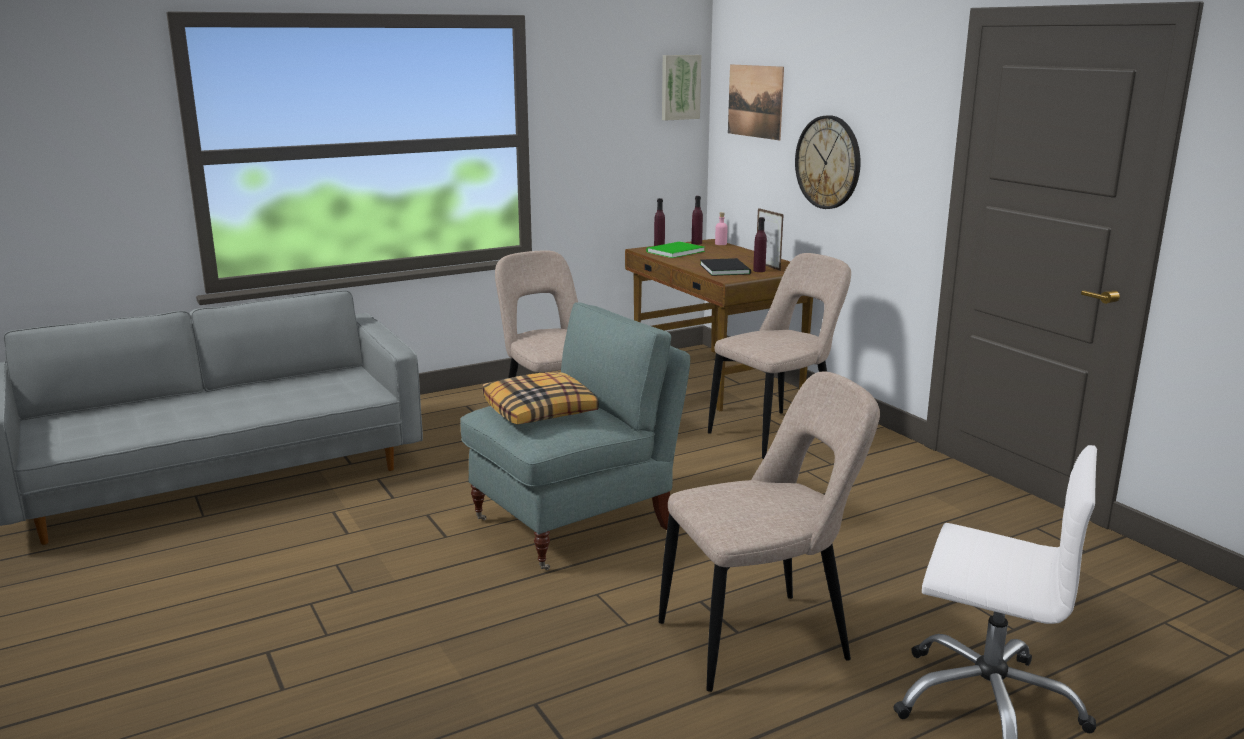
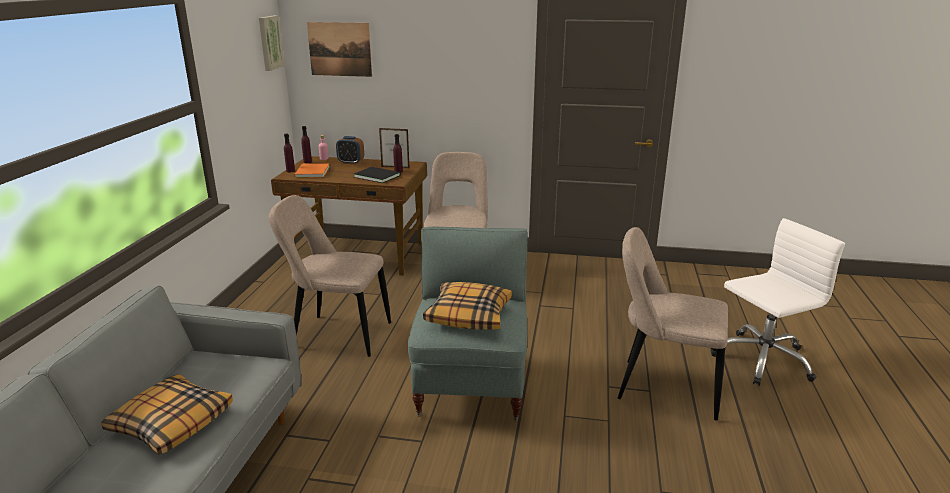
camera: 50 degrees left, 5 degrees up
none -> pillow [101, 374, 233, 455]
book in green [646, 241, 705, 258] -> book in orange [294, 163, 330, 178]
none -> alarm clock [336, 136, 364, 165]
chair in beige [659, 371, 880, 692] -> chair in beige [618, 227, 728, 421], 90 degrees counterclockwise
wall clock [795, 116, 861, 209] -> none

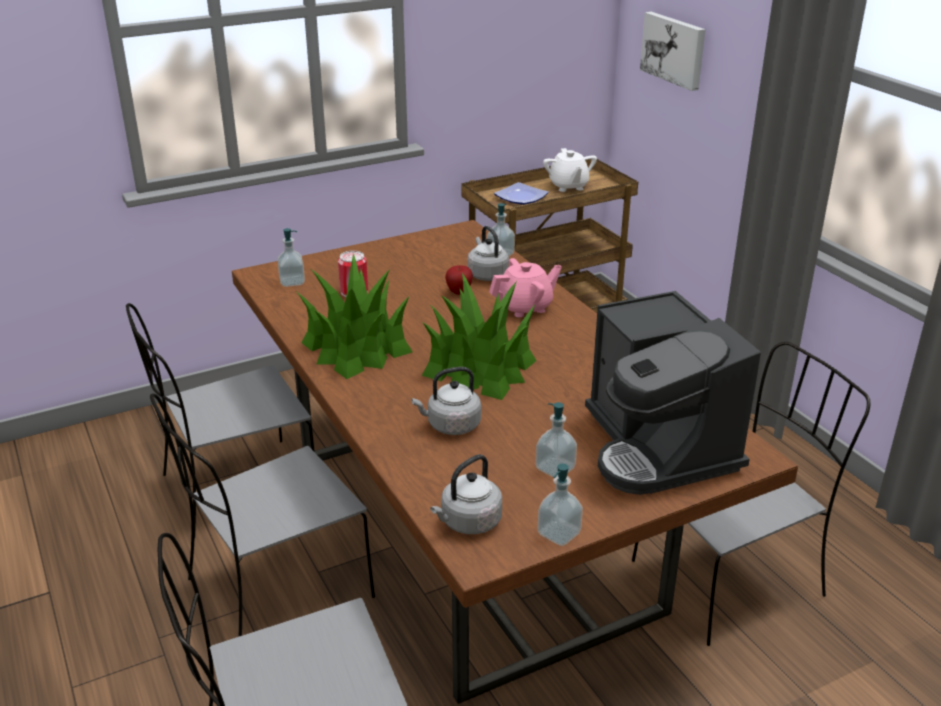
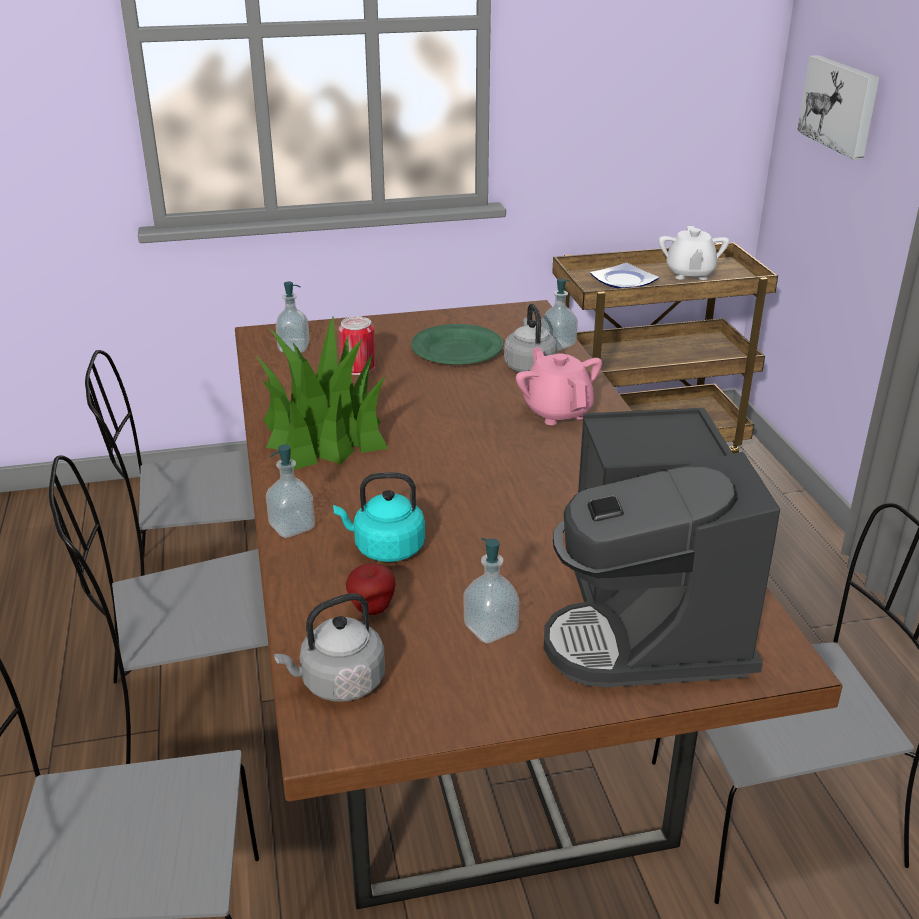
camera: 15 degrees right, 0 degrees up
soap dispenser [537, 464, 583, 546] -> soap dispenser [266, 444, 315, 538], moved
kettle in grey [411, 367, 481, 435] -> kettle in turquoise [333, 472, 425, 562]
apple [445, 265, 473, 295] -> apple [346, 563, 396, 615], moved
none -> plate in green [411, 324, 503, 364]
teapot in pink [489, 258, 562, 317] -> teapot in pink [516, 347, 602, 425], 105 degrees counterclockwise
potted plant [422, 273, 537, 400] -> none

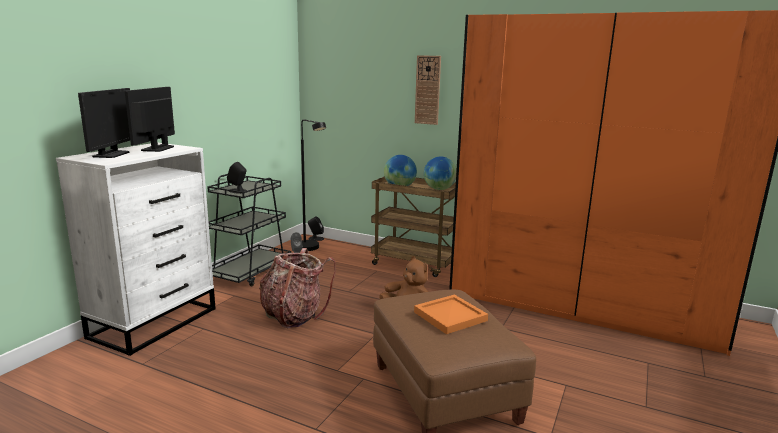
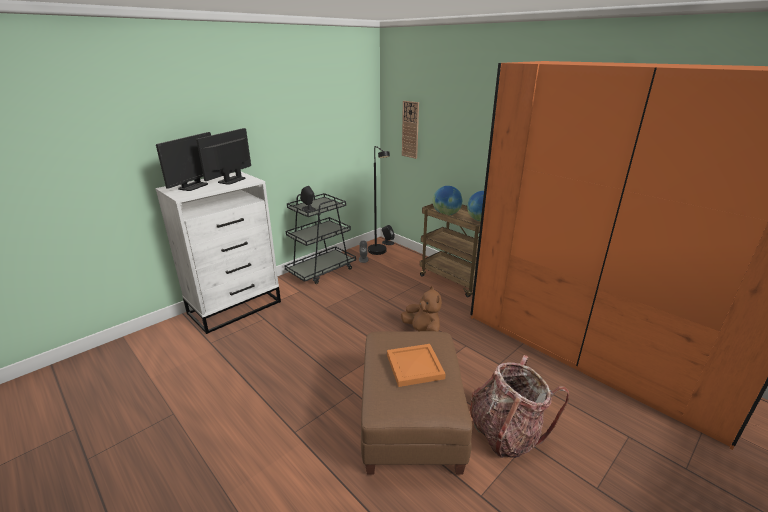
camera: 20 degrees right, 10 degrees up
wall clock [415, 55, 441, 125] -> wall clock [402, 101, 419, 159], moved
backpack [259, 248, 336, 328] -> backpack [470, 355, 569, 458], moved

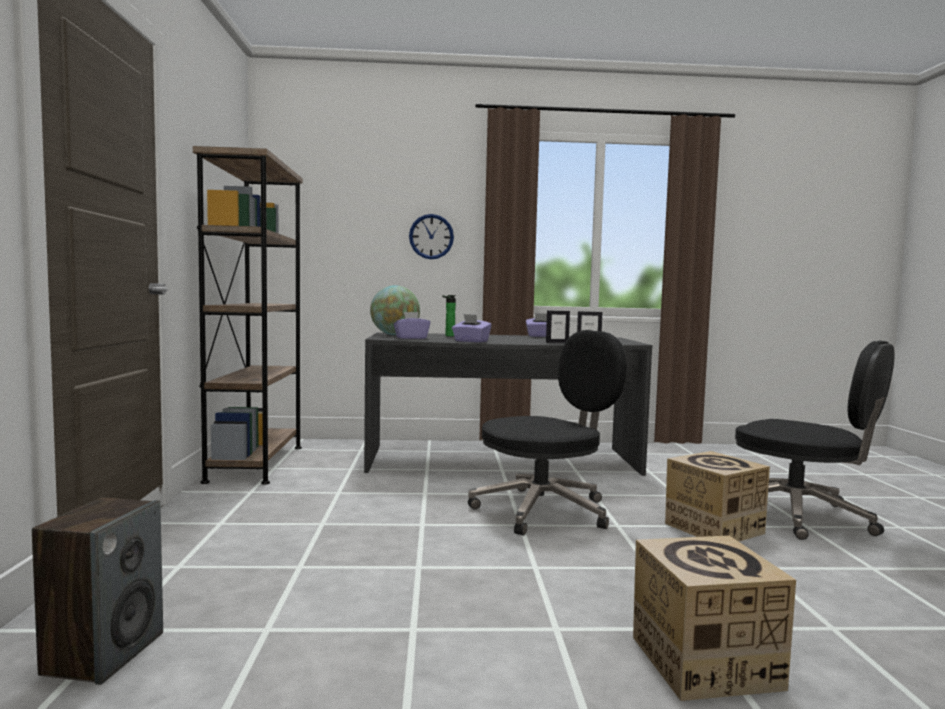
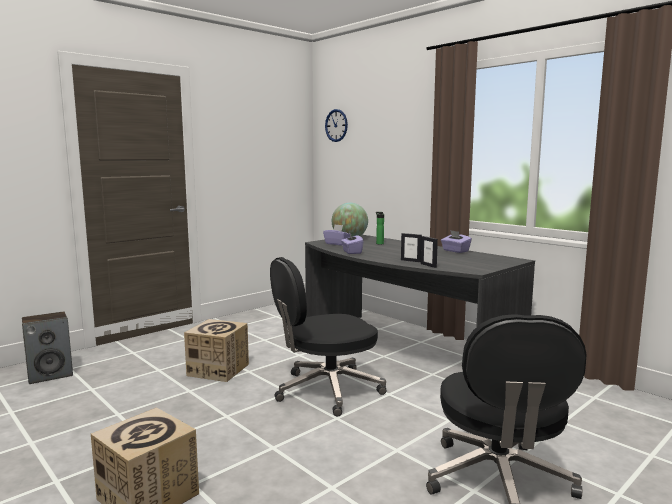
camera: 50 degrees right, 5 degrees up
cardboard box [665, 451, 770, 542] -> cardboard box [184, 319, 249, 382], moved
office chair in black [468, 330, 627, 536] -> office chair in black [270, 257, 387, 417], 135 degrees clockwise
wall clock [409, 214, 454, 259] -> wall clock [325, 109, 348, 142], moved
bookcase in brown [193, 146, 303, 485] -> none

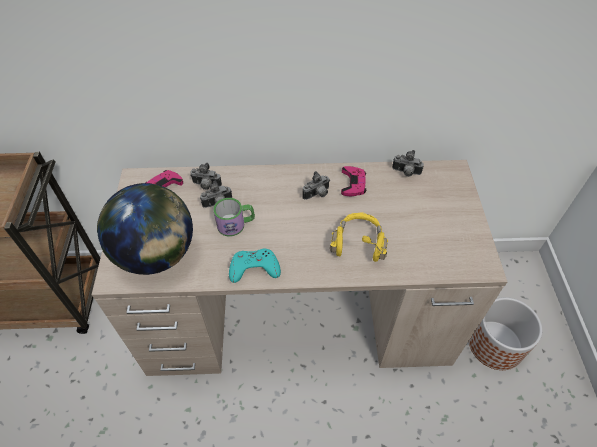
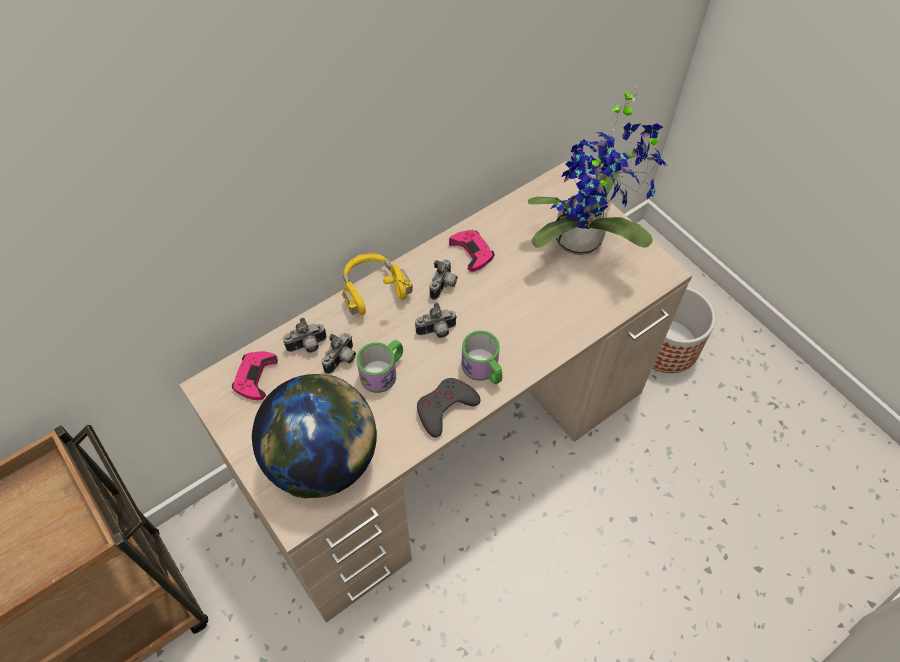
camera: 35 degrees left, 5 degrees up
headphones in yellow [330, 212, 388, 262] -> headphones in yellow [342, 253, 413, 315], moved
photo camera [392, 150, 424, 177] -> photo camera [415, 303, 457, 338], moved
game controller in turquoise [229, 249, 281, 283] -> game controller in grey [417, 378, 481, 438]
none -> mug [462, 331, 502, 384]
none -> potted plant [528, 84, 667, 255]

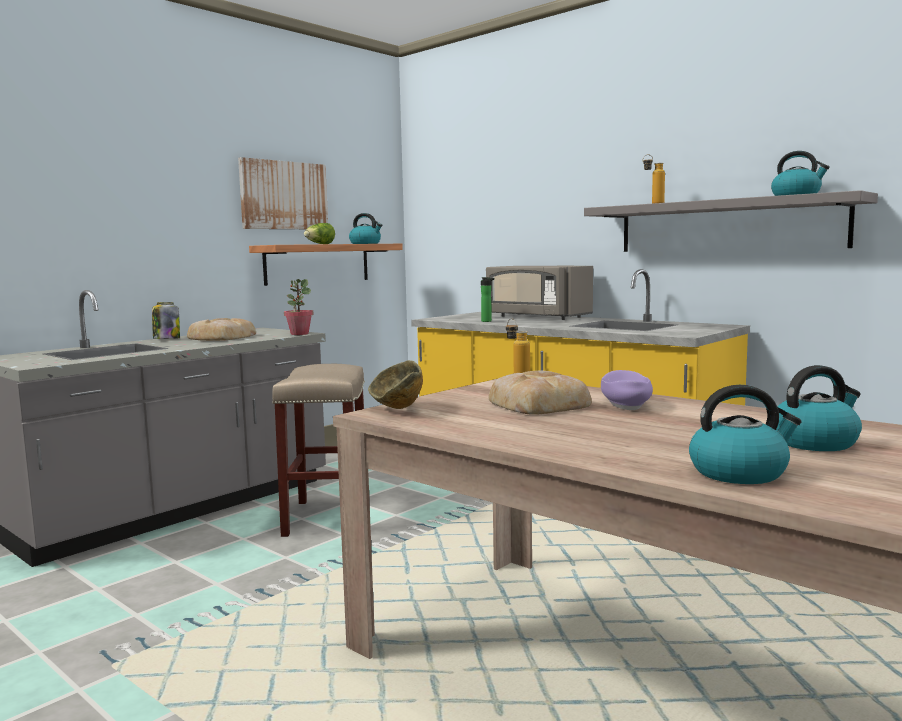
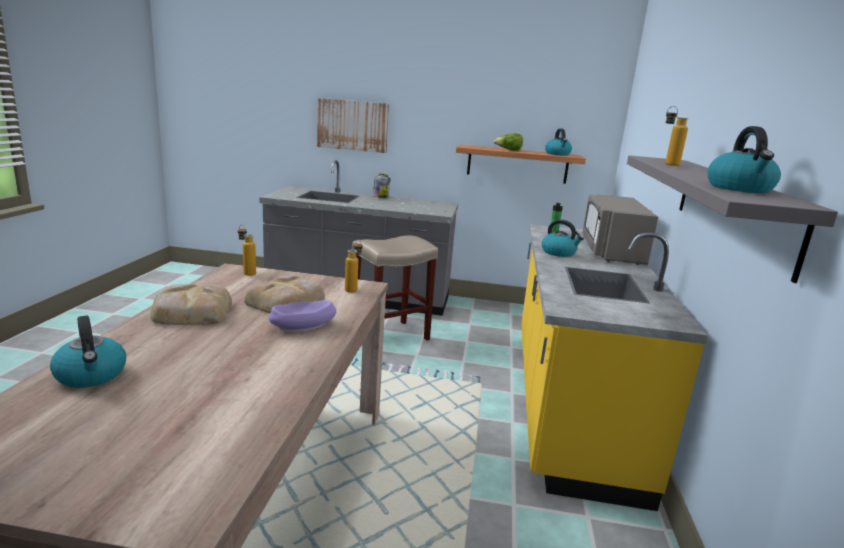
camera: 55 degrees right, 10 degrees up
bread [187, 318, 256, 341] -> bread [150, 284, 232, 325], moved
bowl [368, 360, 423, 409] -> bottle [238, 224, 256, 276]
picture [238, 157, 328, 229] -> picture [317, 98, 389, 153], moved
kettle [774, 365, 862, 451] -> kettle [542, 220, 584, 257], moved
potted plant [284, 279, 313, 335] -> none

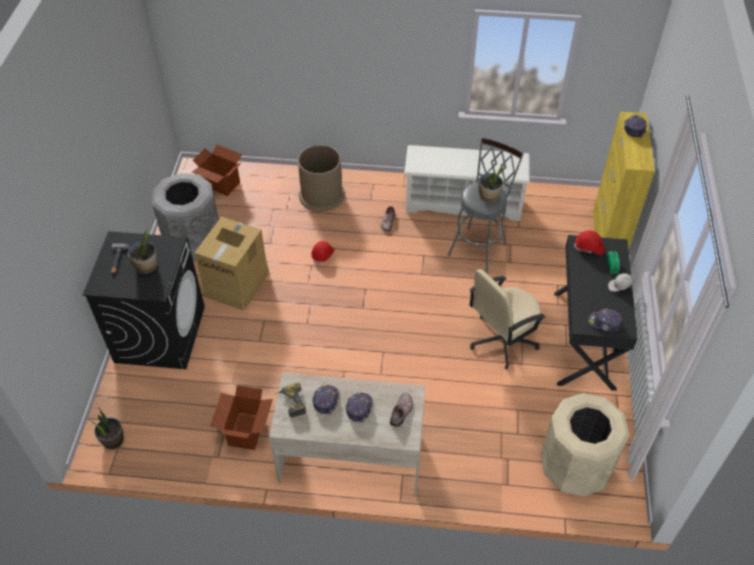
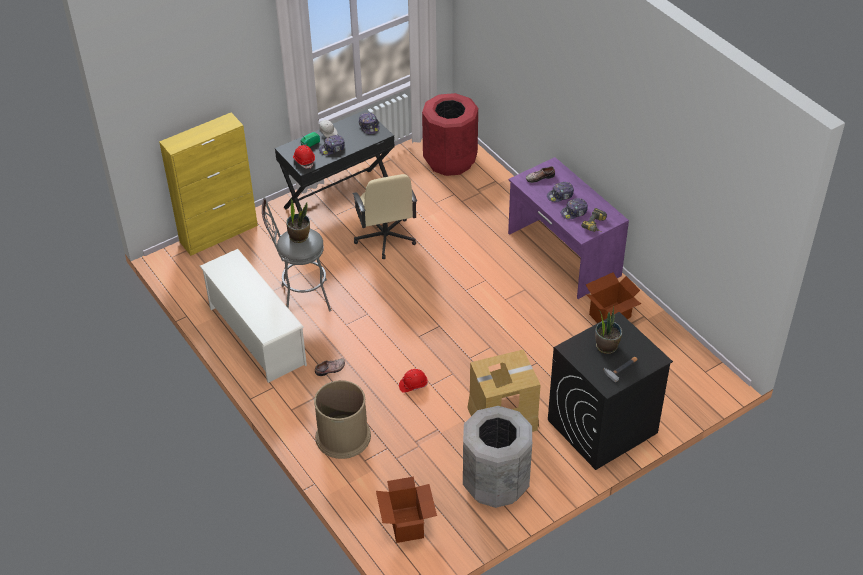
camera: 130 degrees left, 5 degrees down
cap [624, 115, 647, 138] -> cap [319, 135, 345, 155], moved
office chair in beige [469, 269, 545, 370] -> office chair in beige [352, 174, 417, 259], 60 degrees clockwise
trash can in beige [541, 393, 630, 497] -> trash can in red [422, 93, 478, 176]
desk in beige [269, 373, 425, 496] -> desk in purple [508, 157, 629, 299]
potted plant [91, 407, 124, 450] -> none

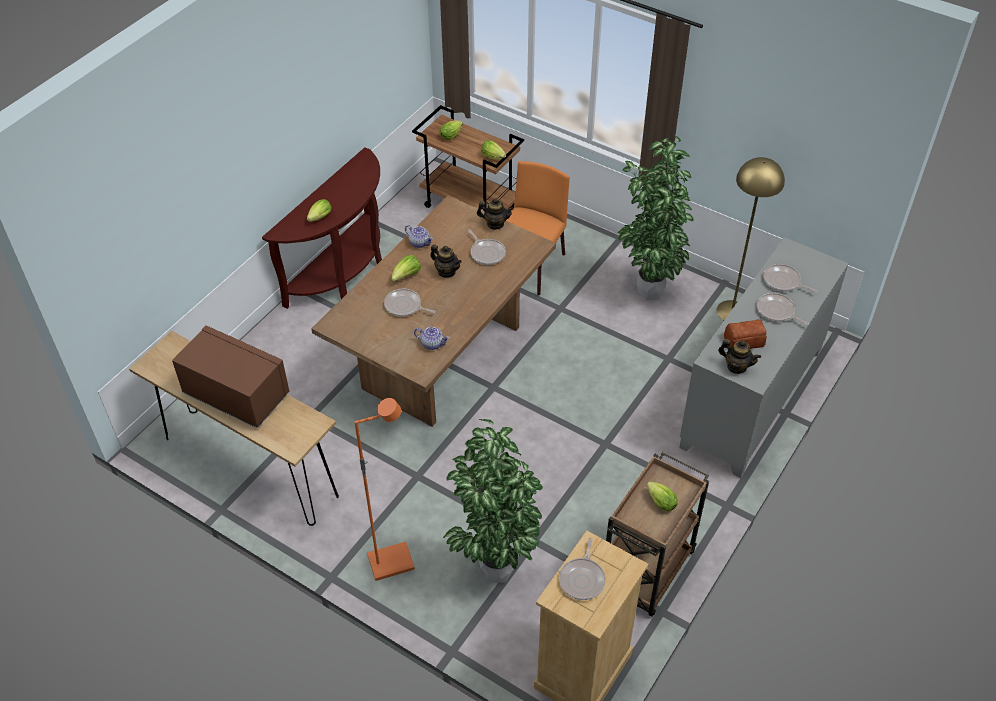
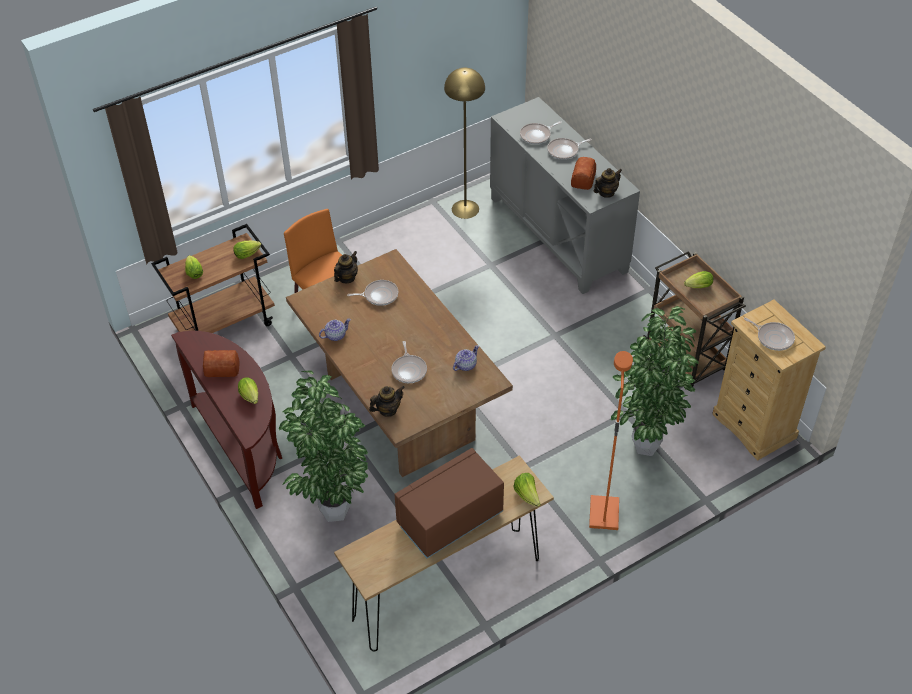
camera: 65 degrees left, 0 degrees up
none -> bread [203, 350, 240, 377]
potted plant [617, 135, 694, 301] -> potted plant [279, 371, 368, 522], moved
teapot [431, 244, 462, 278] -> teapot [369, 386, 405, 417], moved
frying pan [384, 289, 436, 317] -> frying pan [391, 341, 427, 383], 60 degrees counterclockwise
lettuce [391, 255, 421, 282] -> lettuce [513, 473, 541, 507], moved

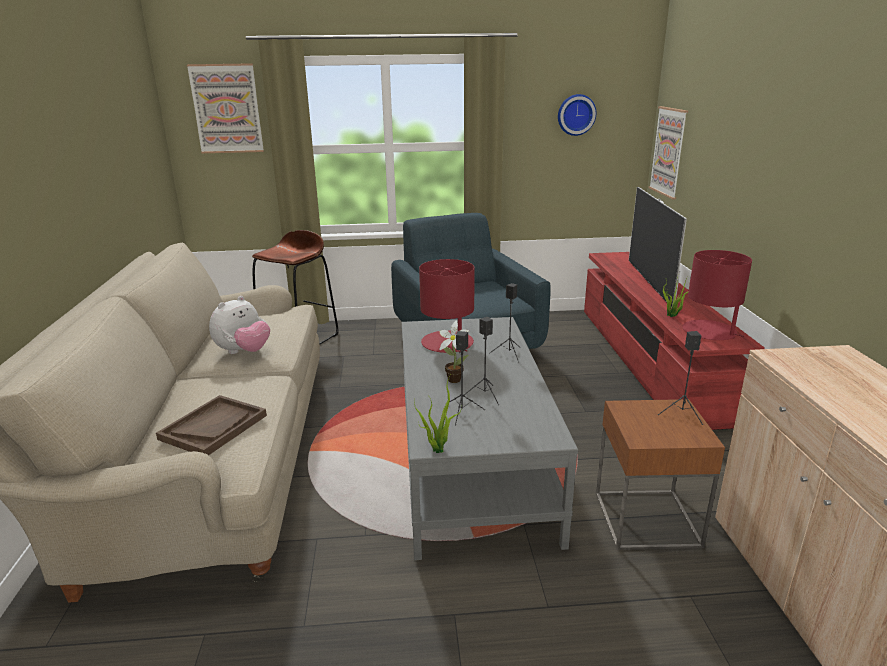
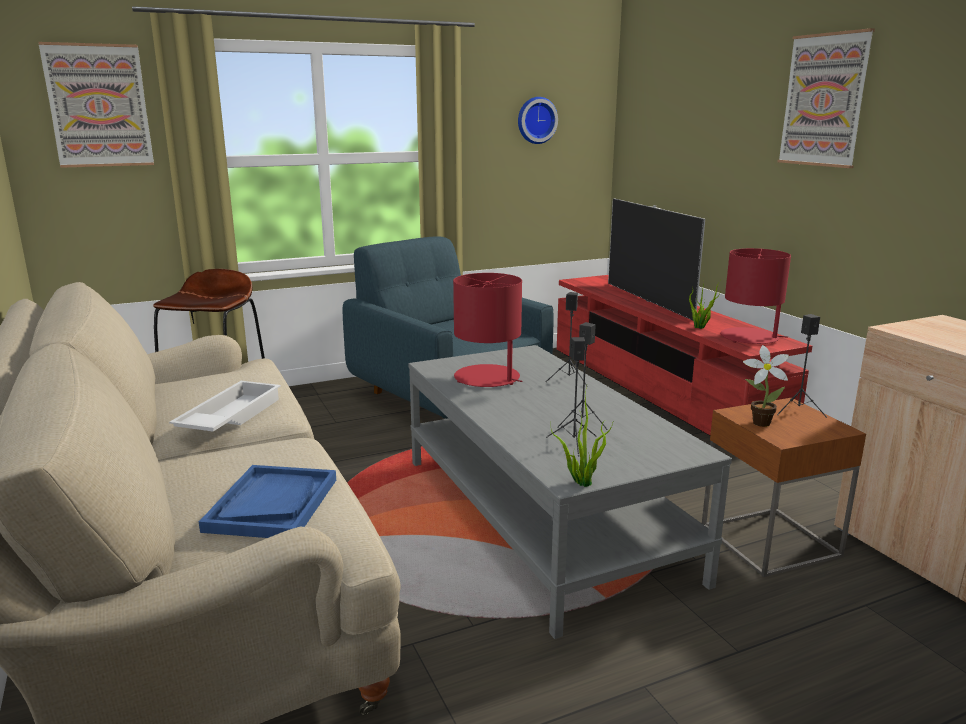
camera: 20 degrees left, 5 degrees down
plush toy [209, 296, 270, 354] -> tray in white [169, 381, 281, 432]
tray in brown [156, 395, 267, 455] -> tray in blue [199, 465, 336, 538]
potted plant [439, 321, 469, 383] -> potted plant [743, 345, 789, 427], moved
picture [648, 106, 688, 199] -> picture [777, 28, 875, 168], moved

